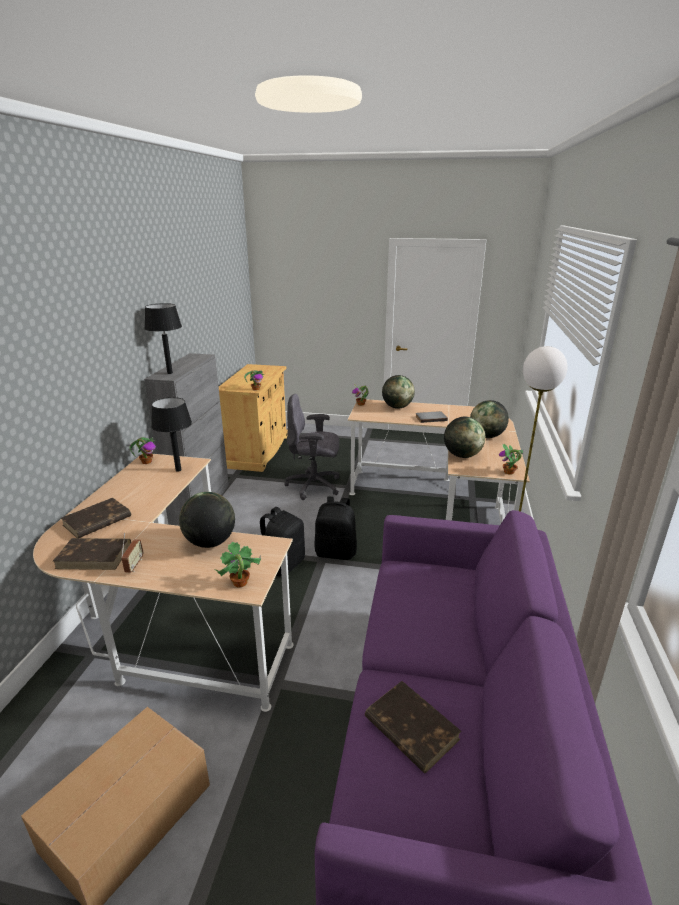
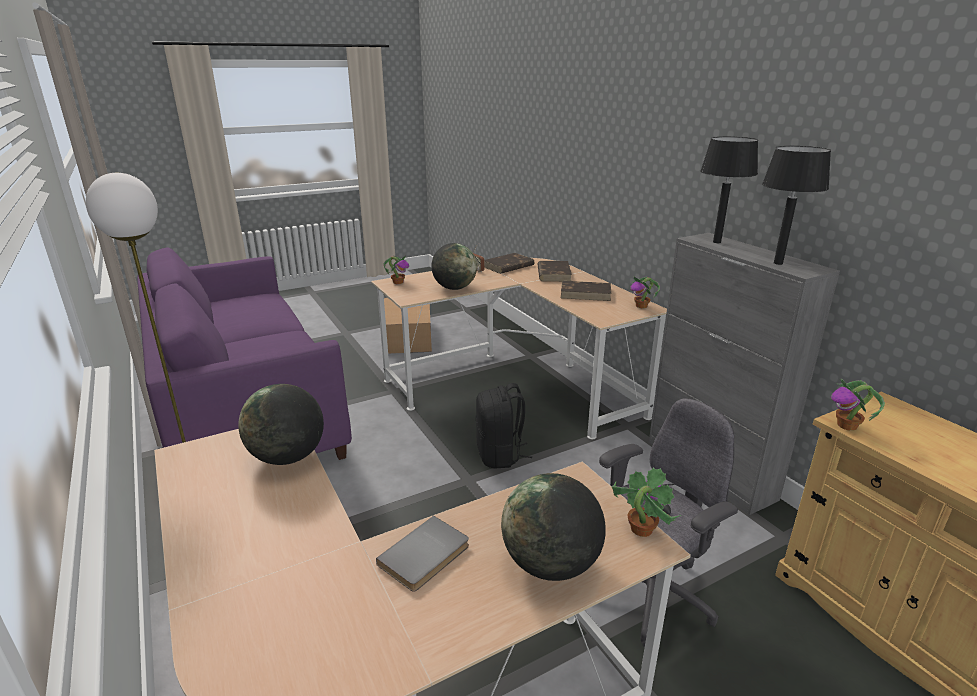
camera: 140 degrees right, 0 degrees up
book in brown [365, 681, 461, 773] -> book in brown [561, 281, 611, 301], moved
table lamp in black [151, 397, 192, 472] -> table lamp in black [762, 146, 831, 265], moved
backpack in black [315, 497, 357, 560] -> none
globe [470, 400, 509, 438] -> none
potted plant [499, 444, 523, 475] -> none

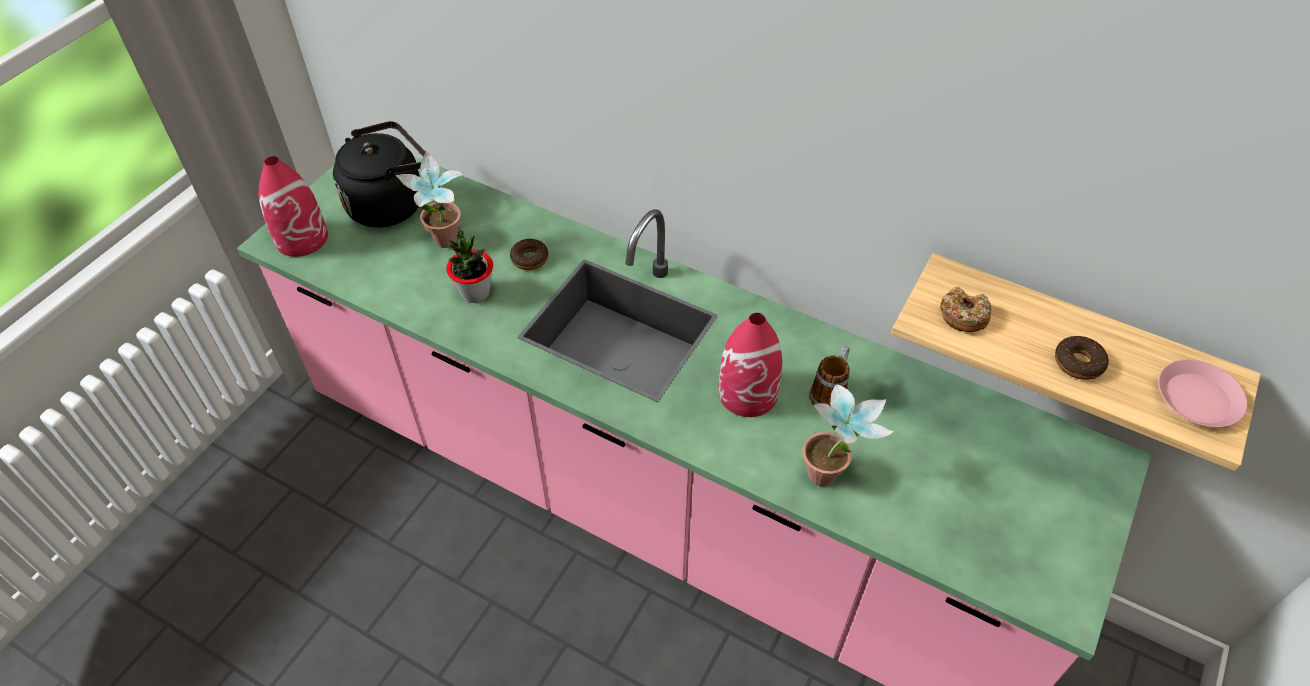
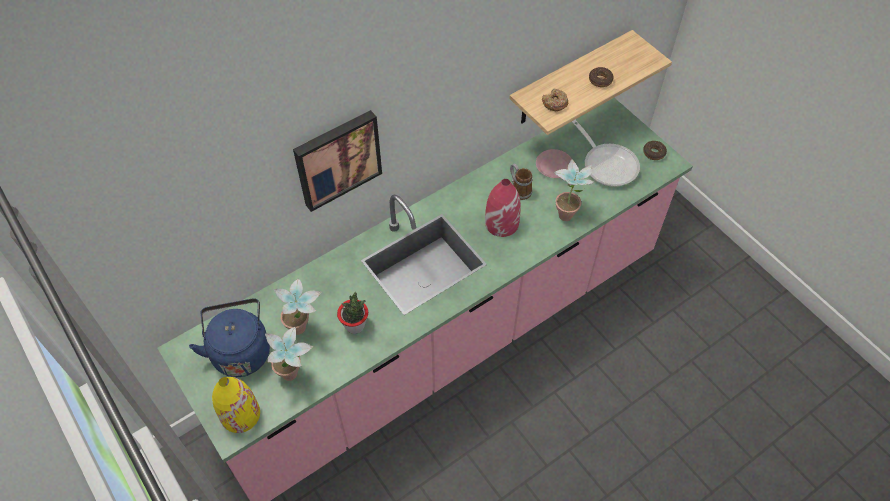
camera: 65 degrees left, 5 degrees up
kettle in black [333, 121, 425, 227] -> kettle in blue [189, 298, 270, 377]
vase in red [258, 156, 328, 257] -> vase in yellow [212, 377, 260, 433]
none -> potted plant [265, 327, 313, 381]
none -> picture [293, 110, 382, 212]
plate in pink [1158, 359, 1247, 427] -> plate in pink [536, 149, 572, 178], moved
none -> frying pan [572, 120, 640, 187]
donut [510, 239, 548, 270] -> donut [643, 141, 667, 160], moved

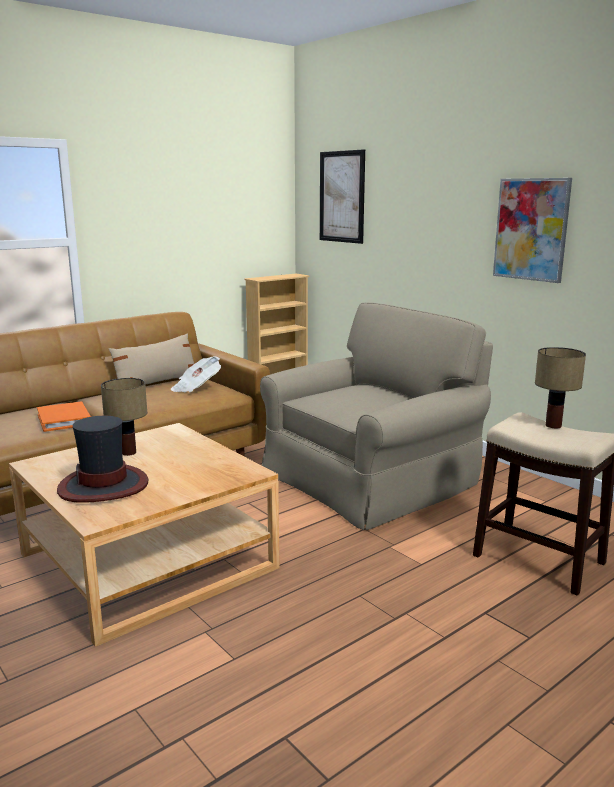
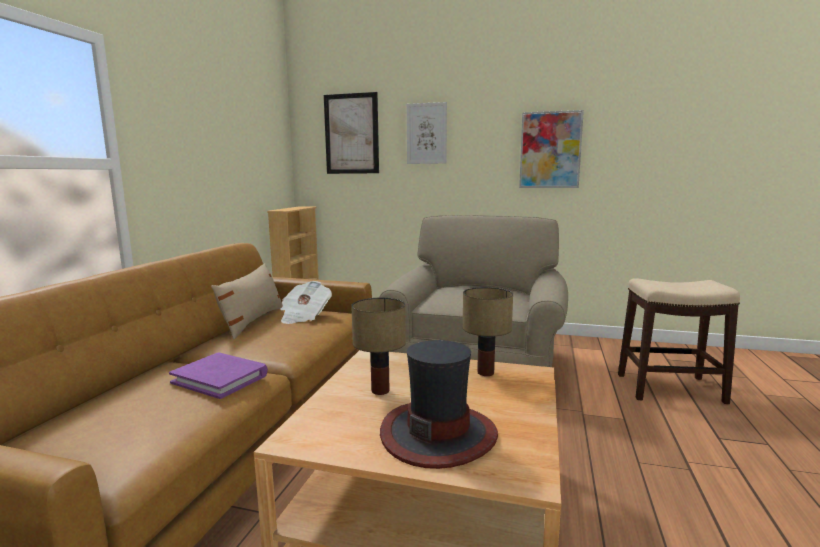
camera: 35 degrees left, 5 degrees down
book in orange [37, 402, 91, 432] -> book in purple [169, 352, 268, 399]
none -> picture [407, 102, 447, 164]
table lamp [535, 347, 586, 428] -> table lamp [463, 287, 513, 376], moved

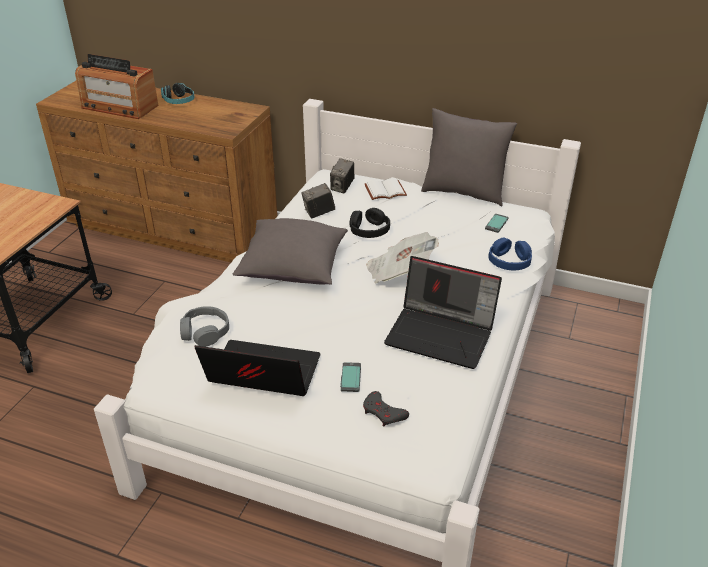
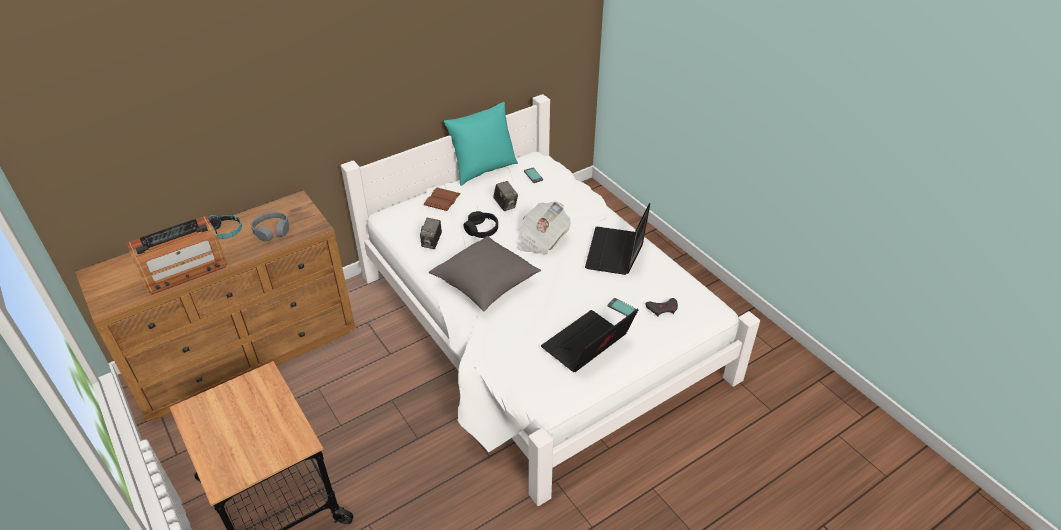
camera: 55 degrees left, 5 degrees up
headphones in grey [180, 306, 229, 347] -> headphones in grey [251, 212, 289, 242], moved
book in white [365, 178, 407, 200] -> book in brown [424, 188, 461, 211]
pillow in grey [421, 108, 517, 207] -> pillow in turquoise [443, 102, 518, 186]
photo camera [330, 158, 354, 194] -> photo camera [493, 181, 518, 211], moved
laptop [384, 256, 502, 369] -> laptop [585, 203, 650, 275], 135 degrees clockwise
headphones in blue [488, 238, 532, 270] -> none

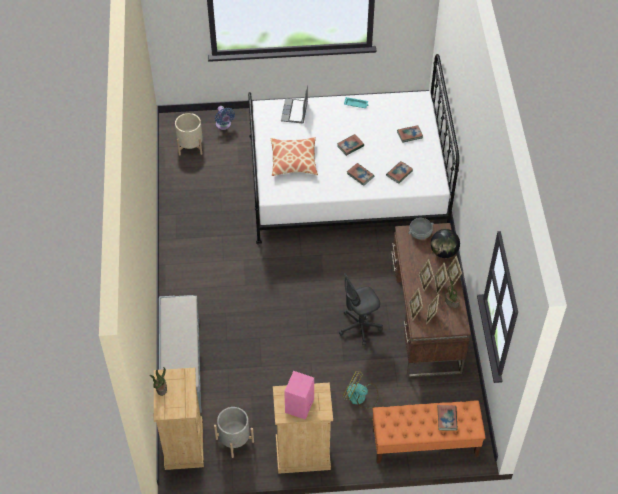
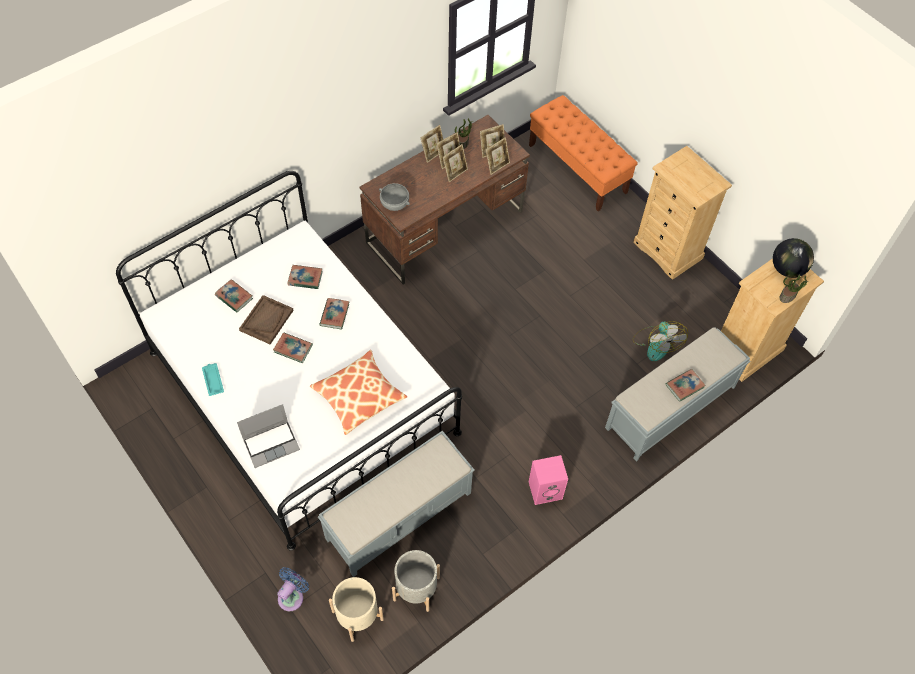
camera: 125 degrees left, 5 degrees up
none -> tray in brown [239, 295, 294, 344]
none -> bench in grey [318, 431, 475, 577]
planter in grey [214, 407, 254, 458] -> planter in grey [392, 550, 440, 612], moved
speaker in pink [284, 371, 314, 420] -> speaker in pink [529, 455, 568, 505], moved
fan [343, 370, 378, 409] -> fan [633, 321, 688, 361], moved
book [438, 405, 457, 431] -> book [666, 369, 706, 402], moved
globe [431, 229, 460, 258] -> globe [773, 238, 814, 278], moved
office chair in grey [339, 273, 383, 345] -> none

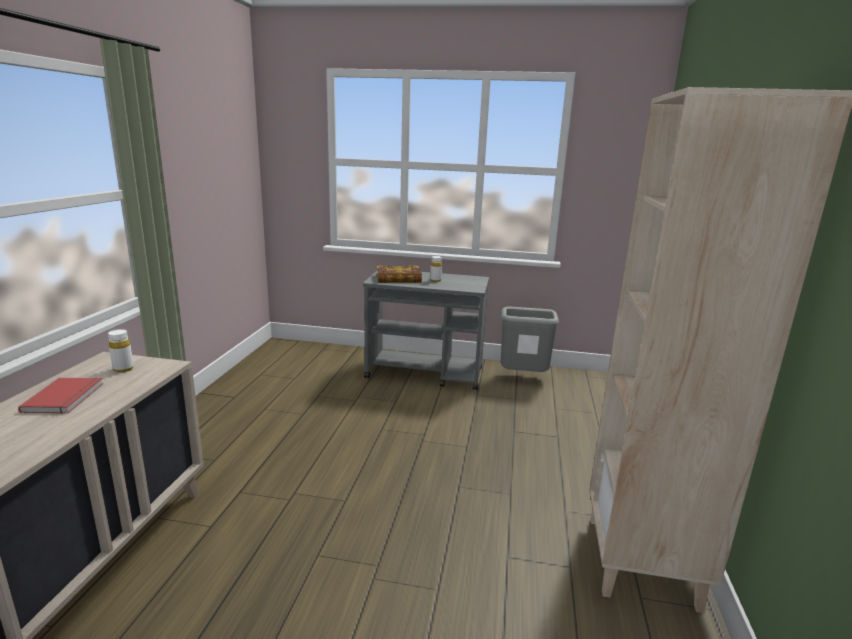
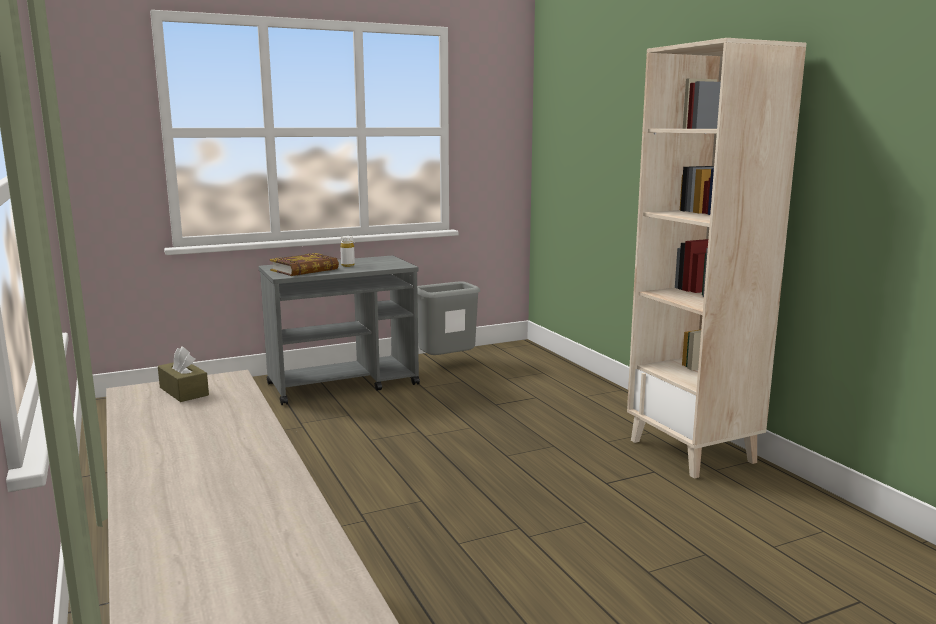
camera: 35 degrees left, 5 degrees down
bottle in white [108, 329, 134, 373] -> tissue box in brown [158, 347, 209, 402]
book in red [18, 378, 103, 414] -> none

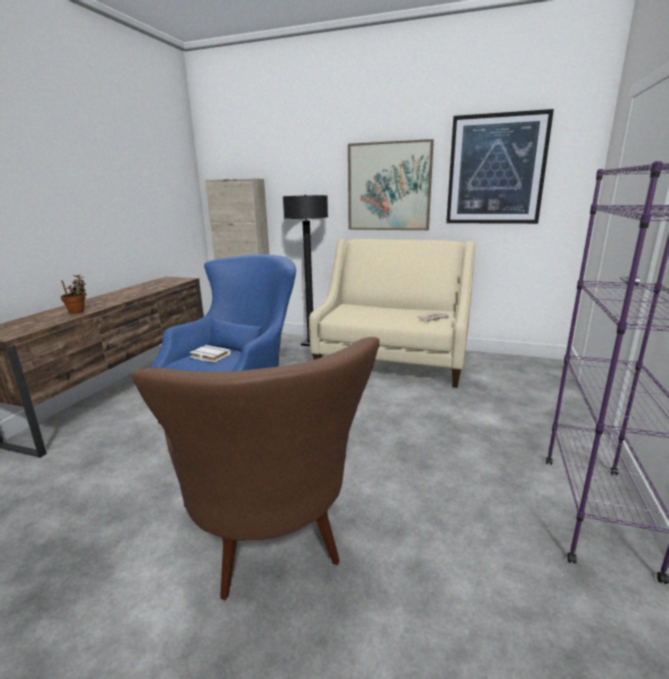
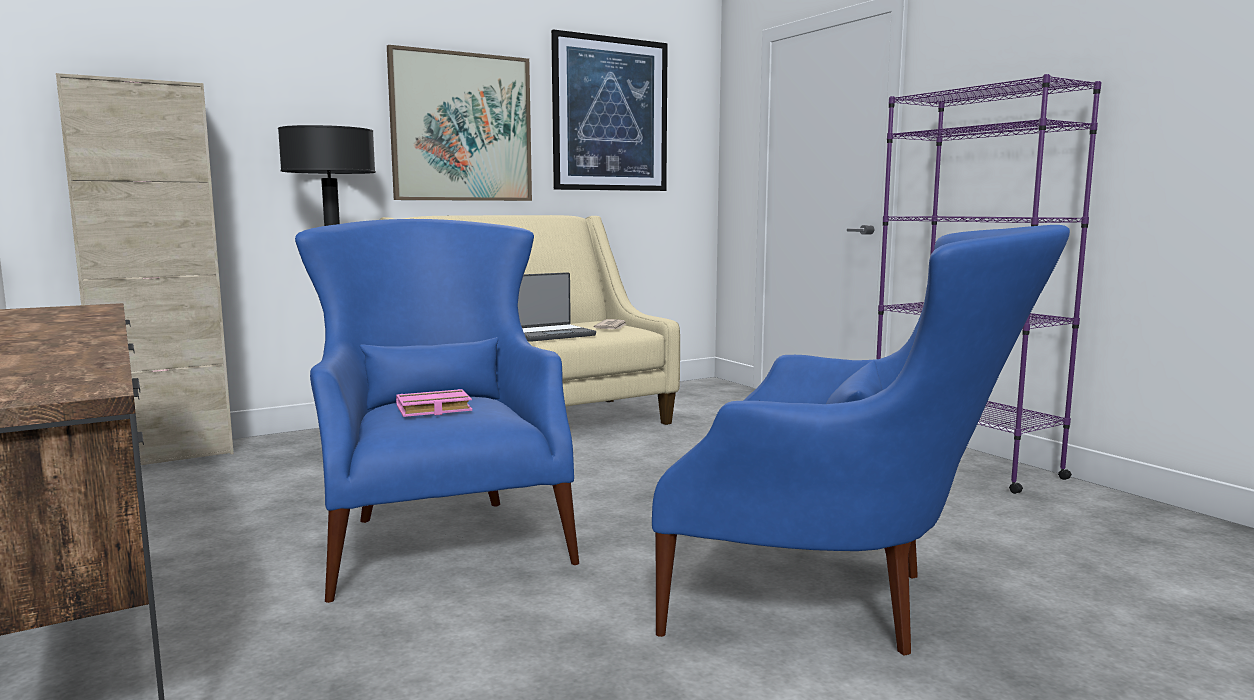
camera: 50 degrees left, 10 degrees down
book in white [190, 345, 231, 363] -> book in pink [396, 389, 472, 417]
none -> laptop [518, 272, 596, 342]
armchair in brown [131, 337, 380, 601] -> armchair in blue [652, 225, 1070, 656]
potted plant [61, 274, 87, 314] -> none

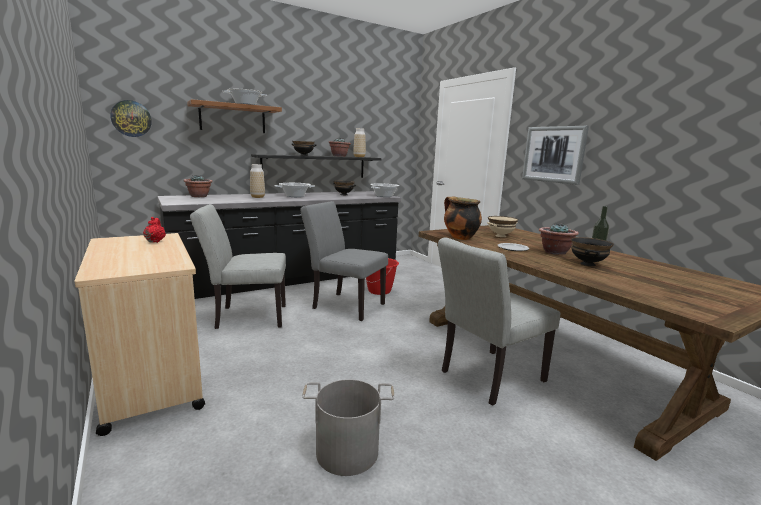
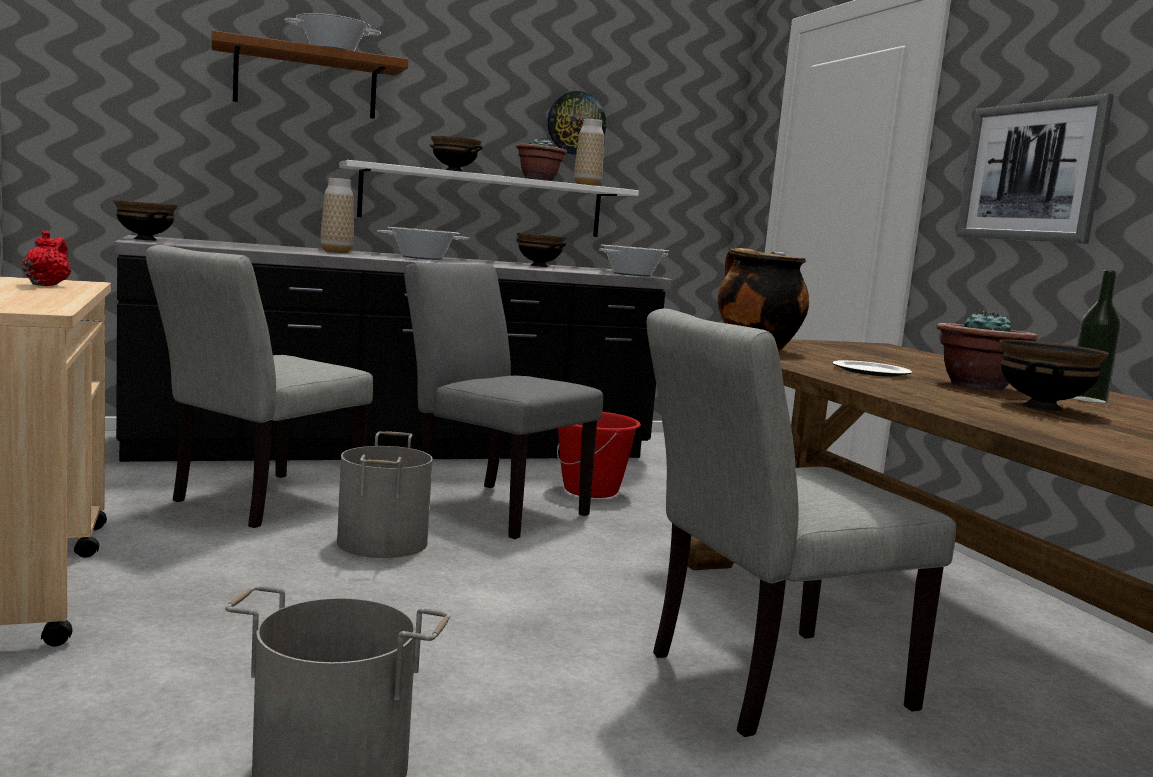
camera: 10 degrees right, 5 degrees down
none -> bowl in black [113, 200, 178, 240]
chair in grey [190, 204, 286, 329] -> chair in grey [146, 245, 373, 528], 60 degrees counterclockwise
none -> bucket in grey [337, 431, 433, 558]
shelf in black [251, 154, 382, 178] -> shelf in white [339, 160, 639, 237]
wall clock [110, 100, 152, 137] -> wall clock [548, 91, 606, 155], moved
potted plant [184, 175, 213, 197] -> none
bowl in beige [487, 216, 518, 237] -> none

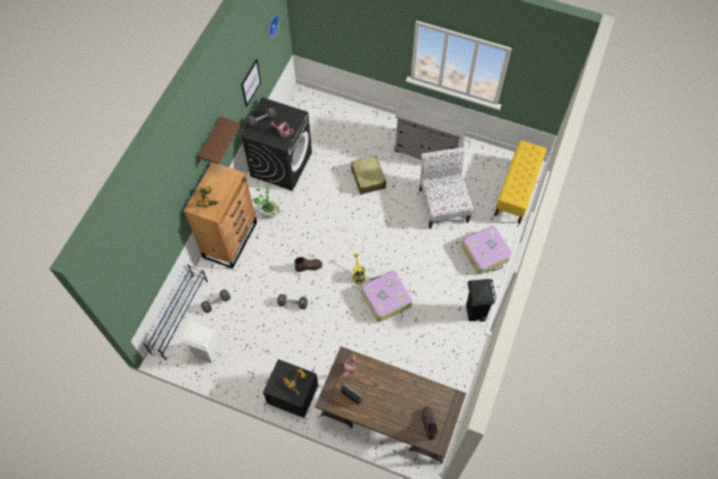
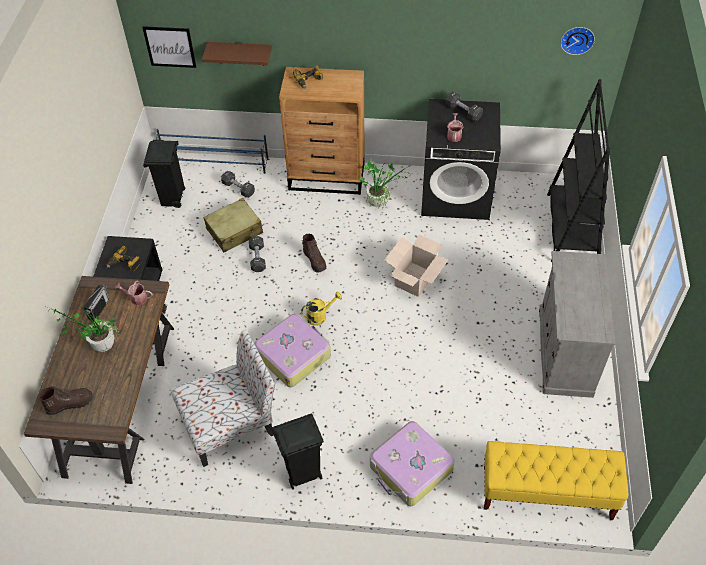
camera: 75 degrees right, 10 degrees down
none -> potted plant [48, 306, 120, 352]
picture [241, 59, 261, 107] -> picture [142, 26, 196, 68], moved
trash can in white [180, 319, 220, 363] -> trash can in black [143, 140, 185, 208]
chair [419, 147, 473, 229] -> chair [171, 330, 275, 467], moved
shelf in brown [198, 117, 241, 164] -> shelf in brown [202, 42, 272, 65], moved
suitcase in beige [351, 156, 386, 195] -> suitcase in beige [203, 198, 263, 252], moved
none -> cardboard box [384, 235, 449, 297]
none -> bookcase in black [547, 79, 610, 262]

